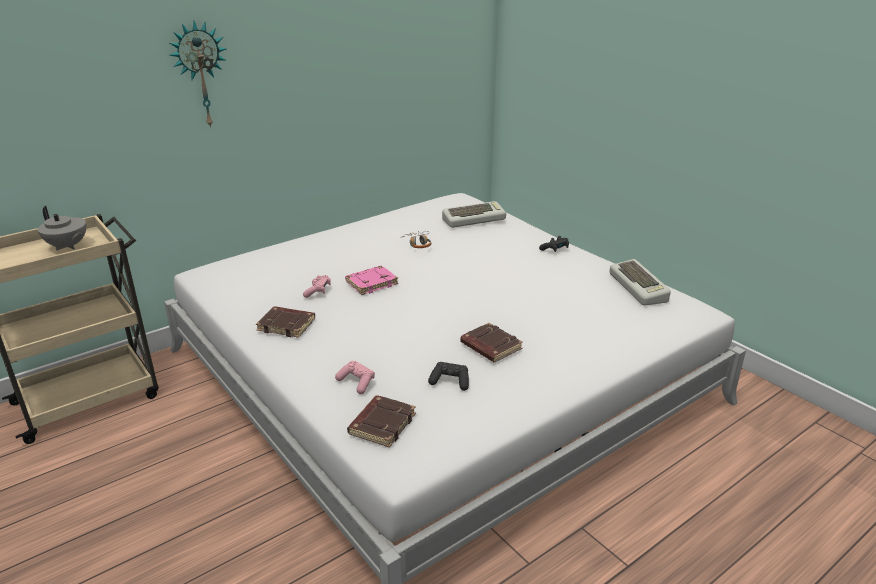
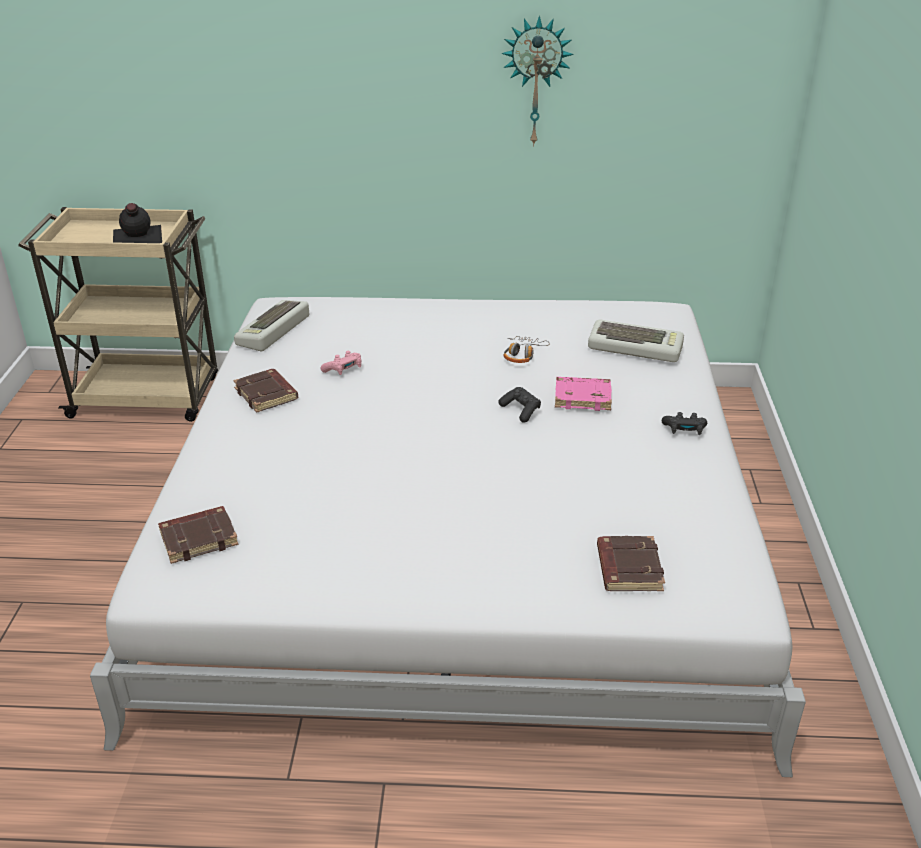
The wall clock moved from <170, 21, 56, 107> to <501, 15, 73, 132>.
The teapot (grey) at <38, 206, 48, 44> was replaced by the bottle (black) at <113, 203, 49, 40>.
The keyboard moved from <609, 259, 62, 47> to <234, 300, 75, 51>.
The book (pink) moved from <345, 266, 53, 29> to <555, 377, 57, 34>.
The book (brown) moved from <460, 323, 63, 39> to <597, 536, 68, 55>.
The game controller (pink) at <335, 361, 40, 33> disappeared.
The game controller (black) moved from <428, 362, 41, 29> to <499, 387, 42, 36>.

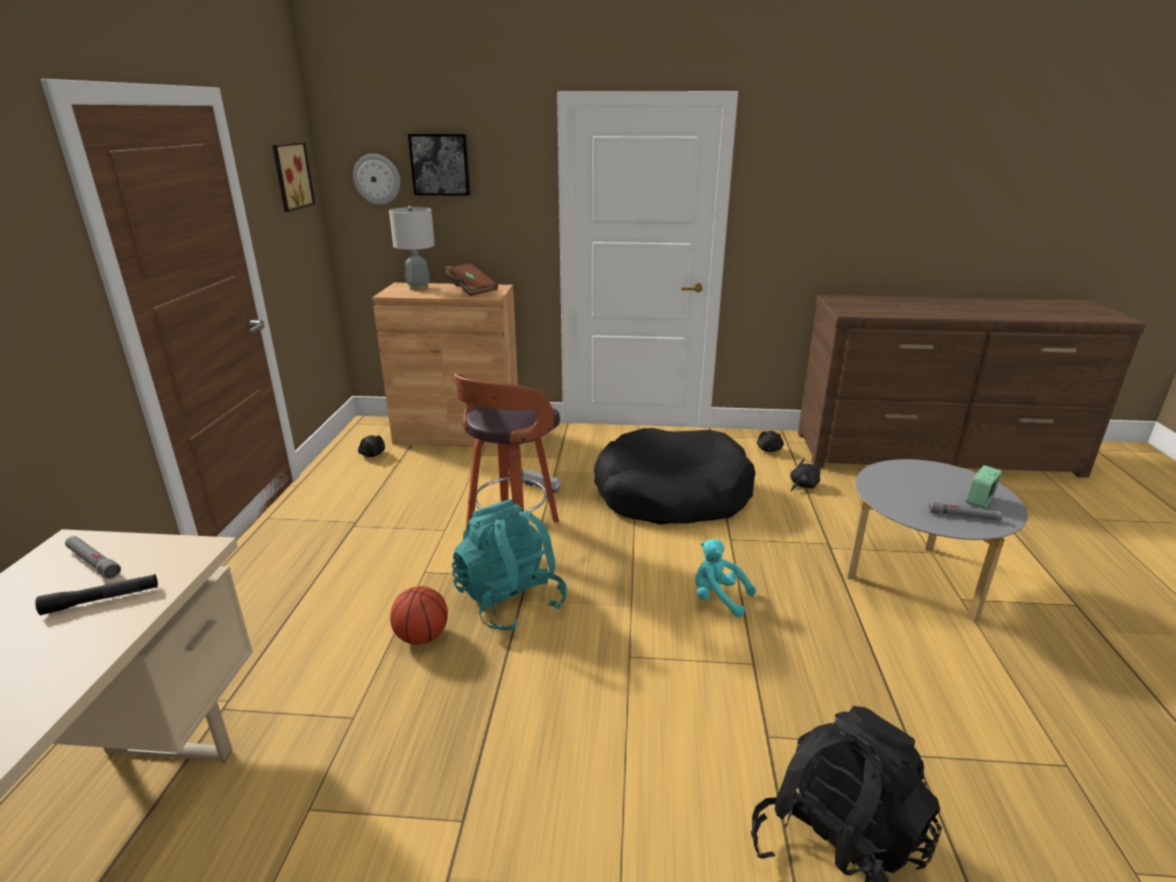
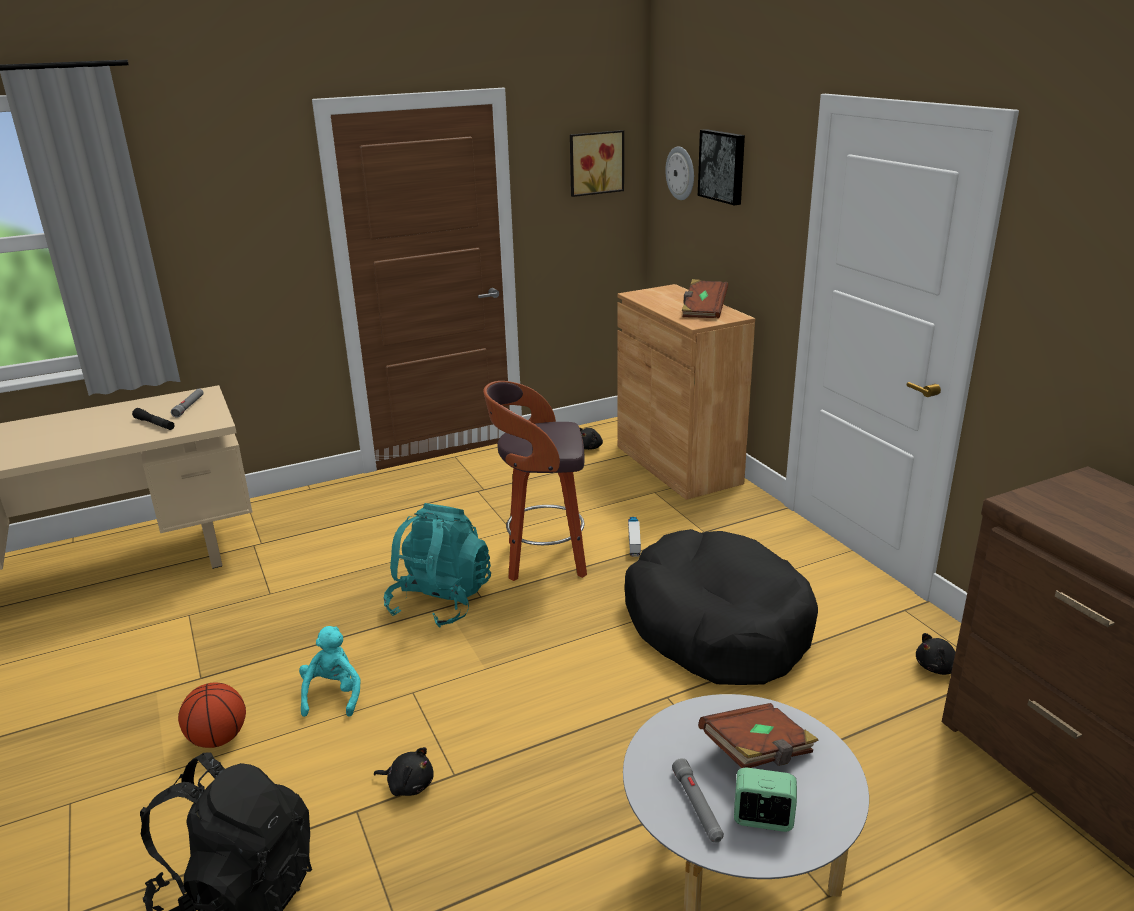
The table lamp (grey) at <389, 206, 46, 85> disappeared.
The plush toy (black) moved from <790, 459, 30, 33> to <374, 747, 60, 49>.
The plush toy (turquoise) moved from <695, 539, 61, 78> to <299, 626, 62, 91>.
The basketball moved from <390, 586, 58, 59> to <178, 683, 68, 65>.
The book (brown) at <698, 703, 121, 65> appeared.

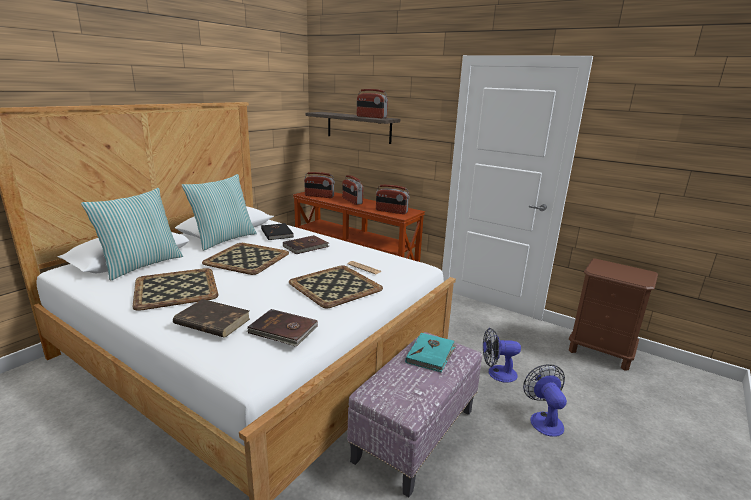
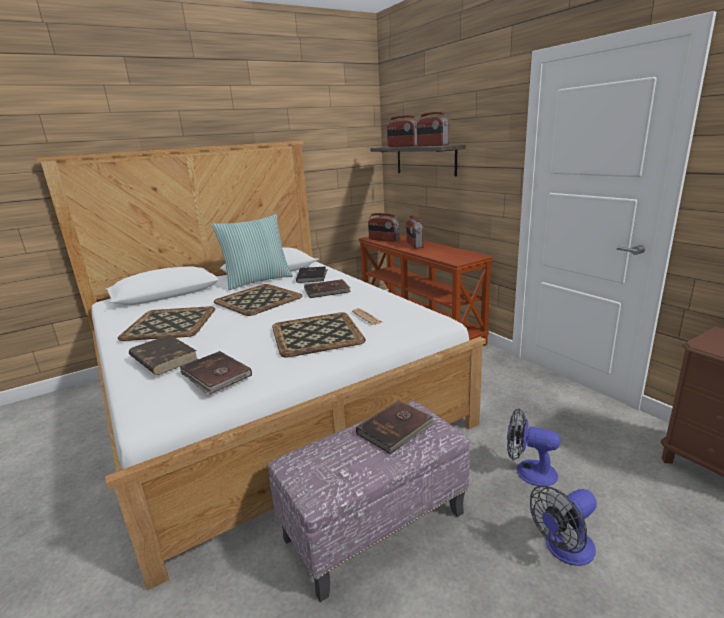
The radio moved from <376, 185, 34, 29> to <387, 115, 31, 32>.
The pillow at <81, 188, 102, 93> disappeared.
The book (turquoise) at <405, 333, 52, 39> became the book (brown) at <356, 400, 80, 54>.
The fan at <523, 364, 44, 73> turned 135 degrees counterclockwise.

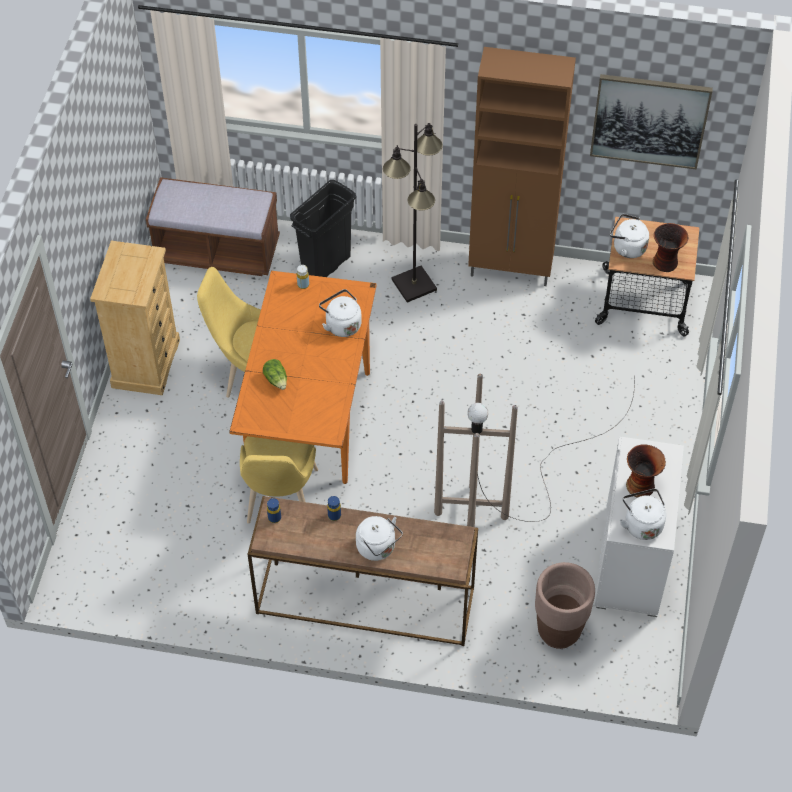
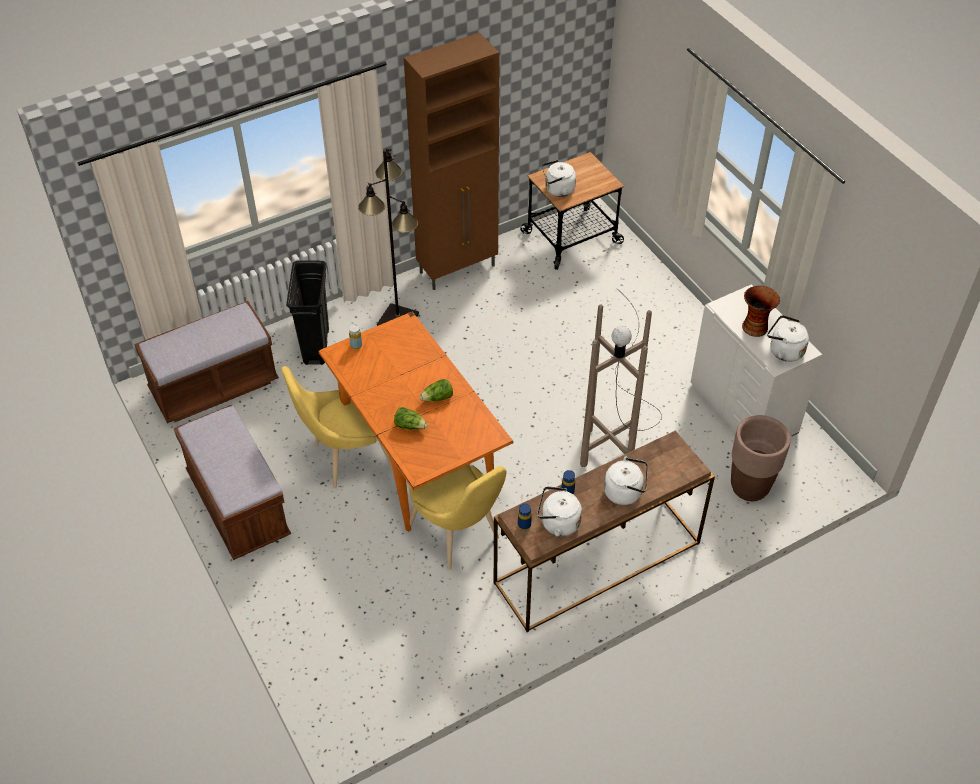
The picture at <590, 74, 123, 95> disappeared.
The vase at <653, 223, 35, 49> disappeared.
The dresser (beige) at <90, 241, 90, 154> was replaced by the bench (brown) at <174, 405, 117, 155>.
The kettle (white) moved from <319, 289, 43, 48> to <537, 487, 45, 49>.
The lettuce at <420, 379, 33, 22> appeared.

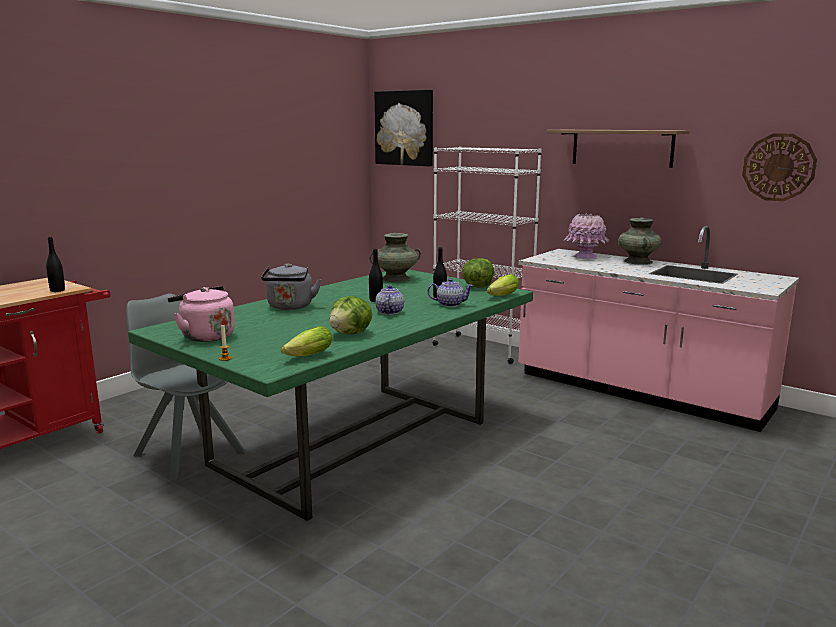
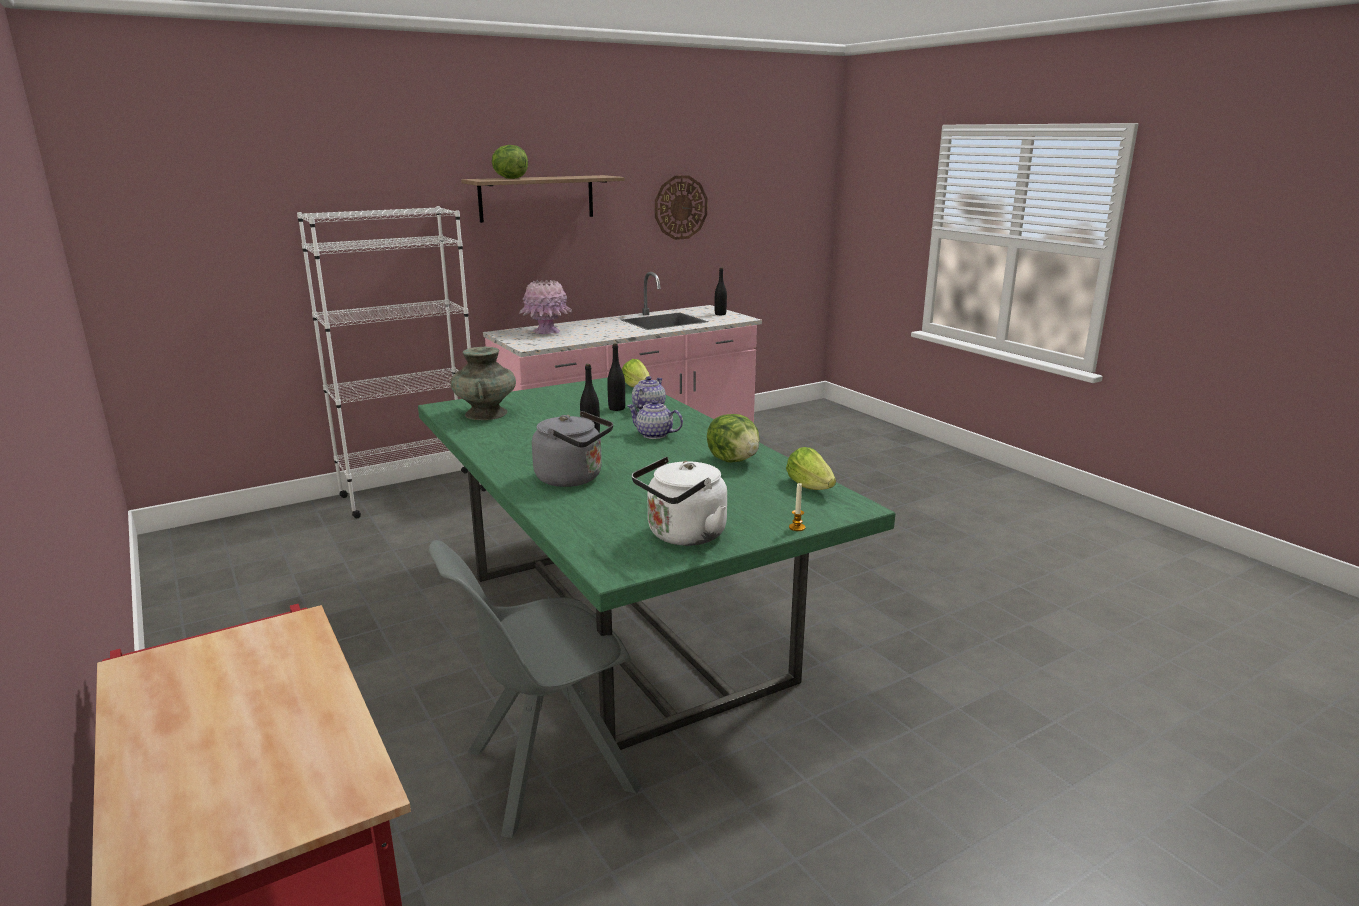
The picture at <374, 90, 59, 76> disappeared.
The vase (turquoise) at <618, 218, 44, 47> disappeared.
The bottle (black) moved from <46, 236, 19, 56> to <715, 267, 12, 48>.
The lettuce moved from <462, 258, 32, 30> to <492, 145, 36, 34>.
The kettle (pink) at <168, 286, 67, 56> became the kettle (white) at <632, 457, 95, 89>.

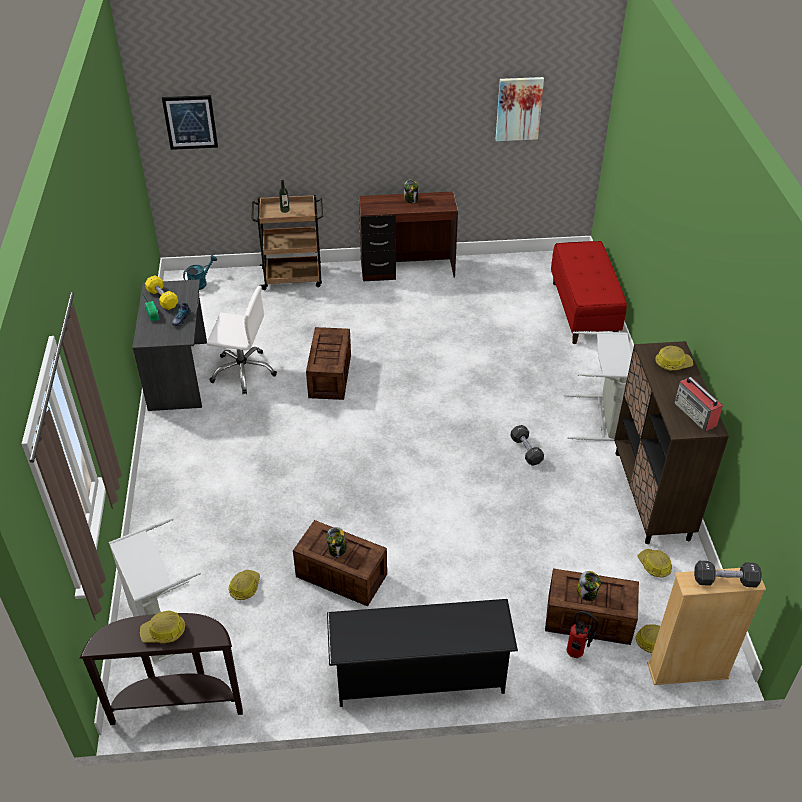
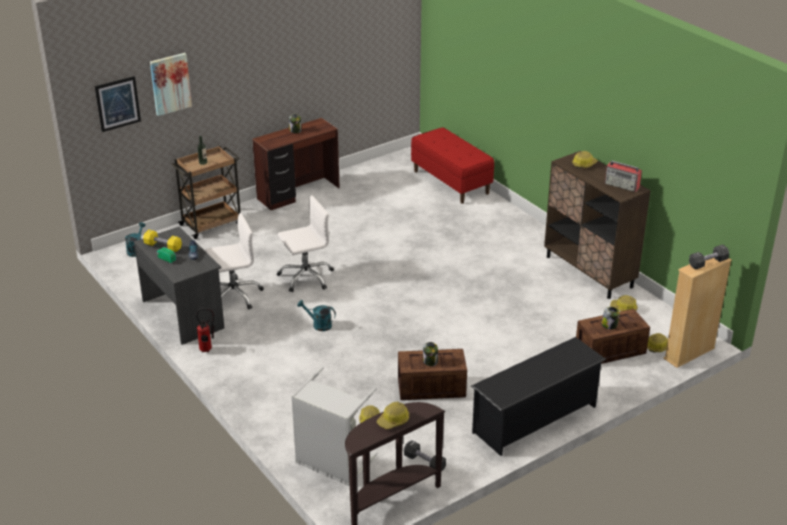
The picture moved from <496, 77, 48, 64> to <150, 53, 42, 63>.
The crate at <306, 327, 45, 73> was replaced by the office chair (white) at <277, 195, 57, 97>.
The laundry basket (grey) at <563, 331, 68, 110> disappeared.
The dumbbell (black) moved from <510, 425, 34, 41> to <404, 440, 42, 32>.
The fire extinguisher moved from <567, 611, 32, 47> to <196, 308, 19, 44>.
The watering can (turquoise) at <297, 300, 39, 31> appeared.

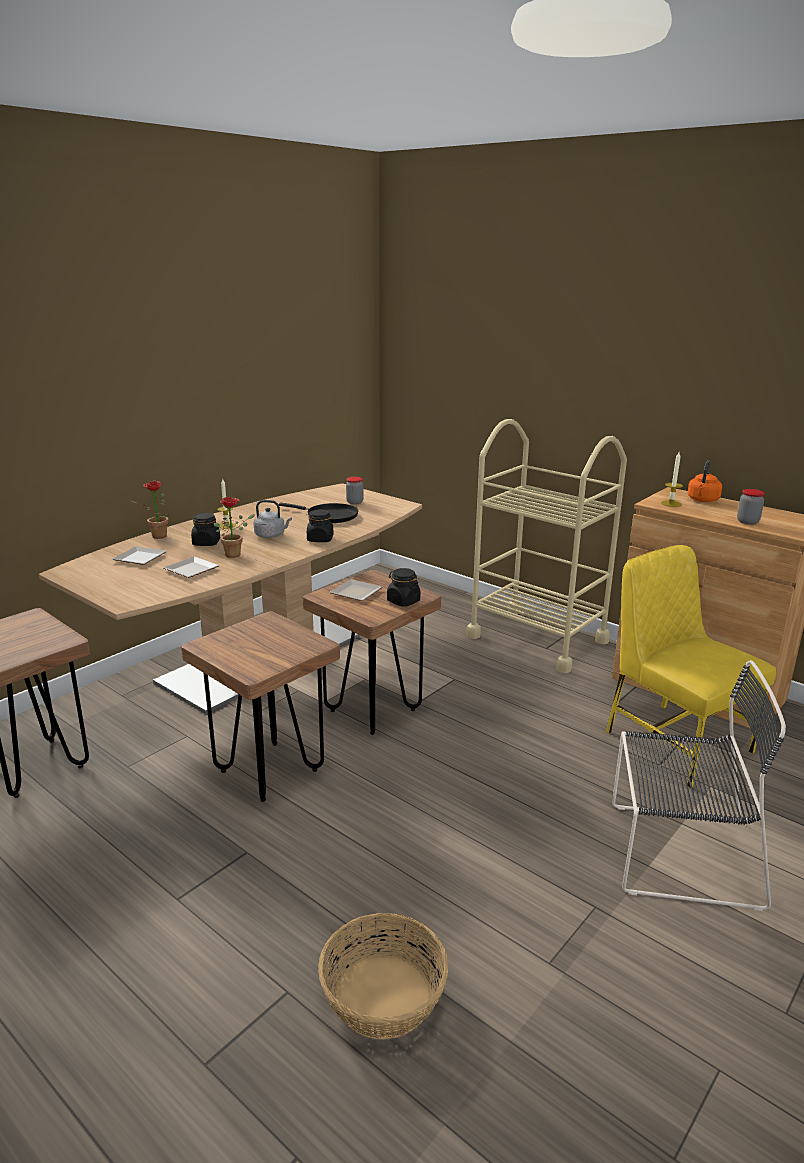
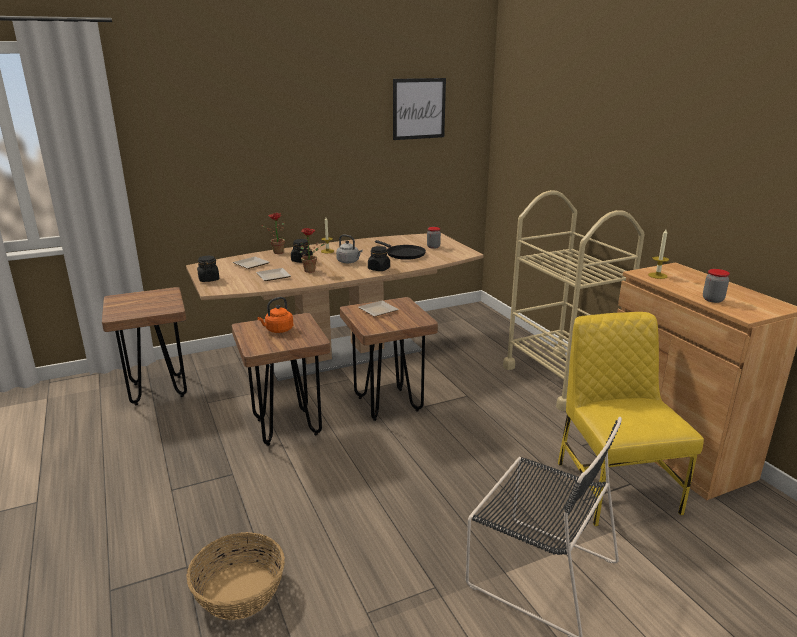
The kettle (orange) moved from <688, 460, 34, 42> to <257, 297, 36, 36>.
The jar (black) moved from <387, 568, 33, 39> to <197, 256, 22, 26>.
The picture at <393, 78, 53, 62> appeared.

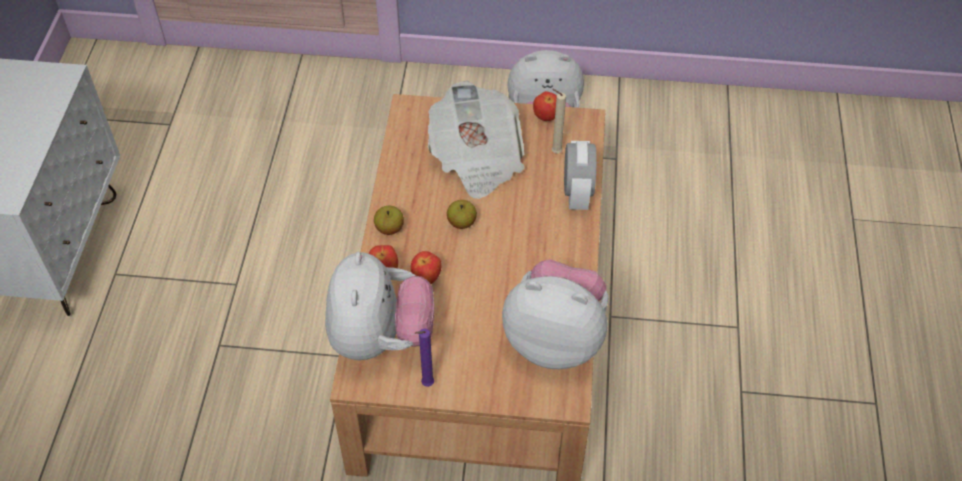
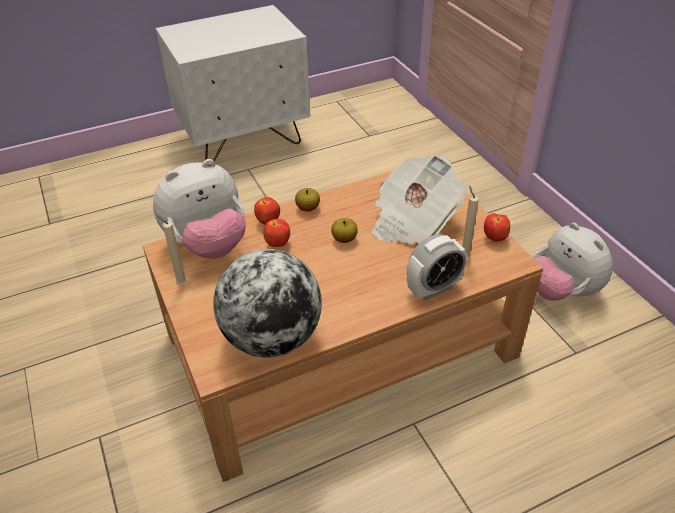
The plush toy at <502, 259, 107, 110> was replaced by the globe at <213, 249, 109, 109>.
The candle (purple) at <415, 328, 19, 59> became the candle (beige) at <157, 215, 30, 71>.

